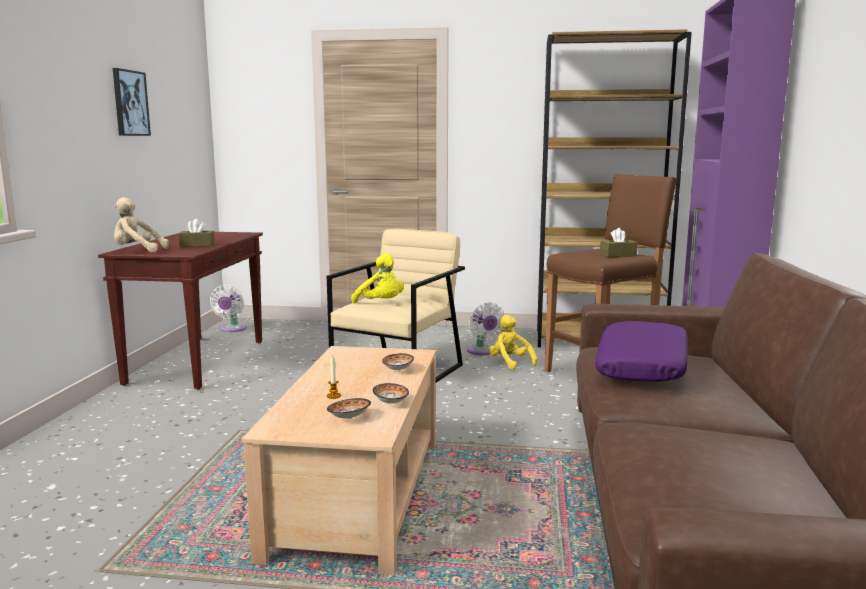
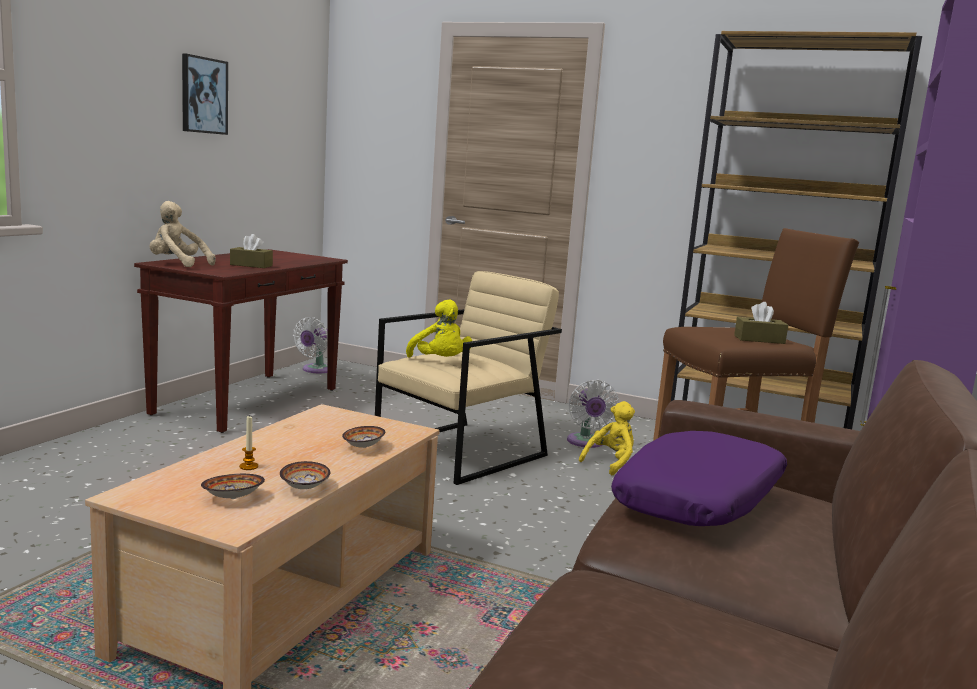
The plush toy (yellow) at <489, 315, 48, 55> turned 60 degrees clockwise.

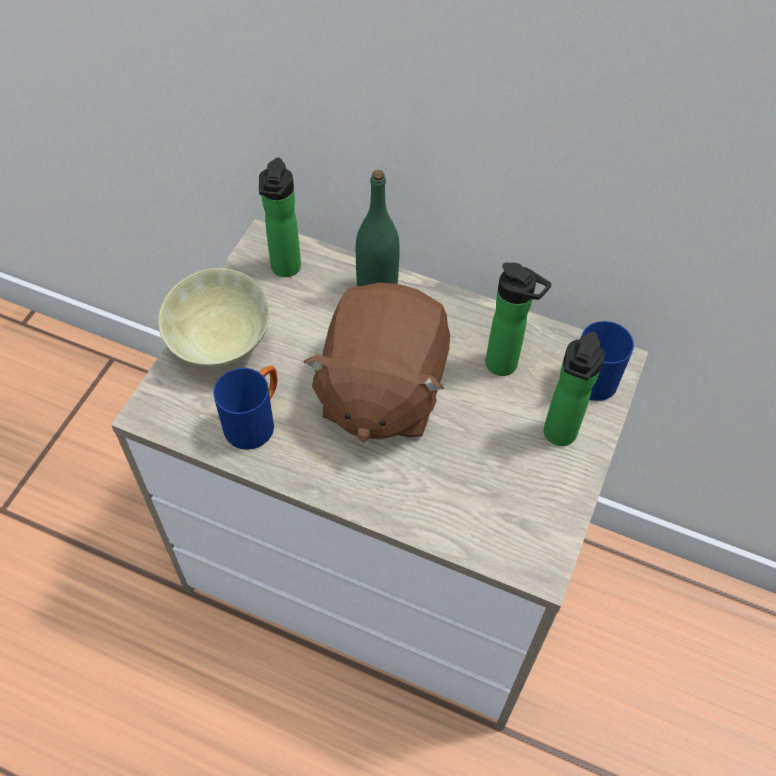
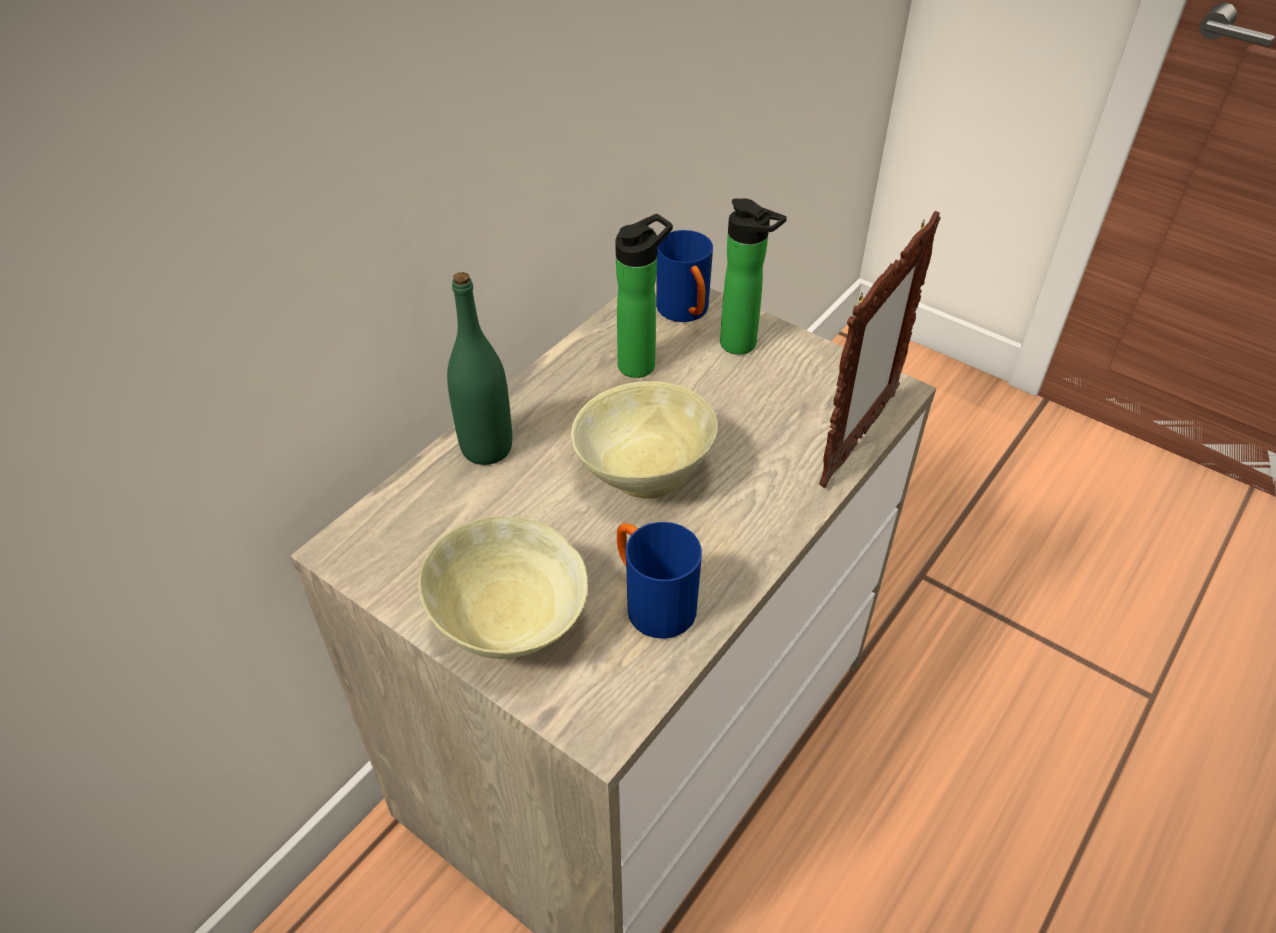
The bottle at <259, 158, 42, 119> disappeared.
The plush toy (brown) at <304, 282, 146, 160> was replaced by the bowl (beige) at <571, 381, 147, 118>.
The picture frame at <819, 211, 122, 277> appeared.

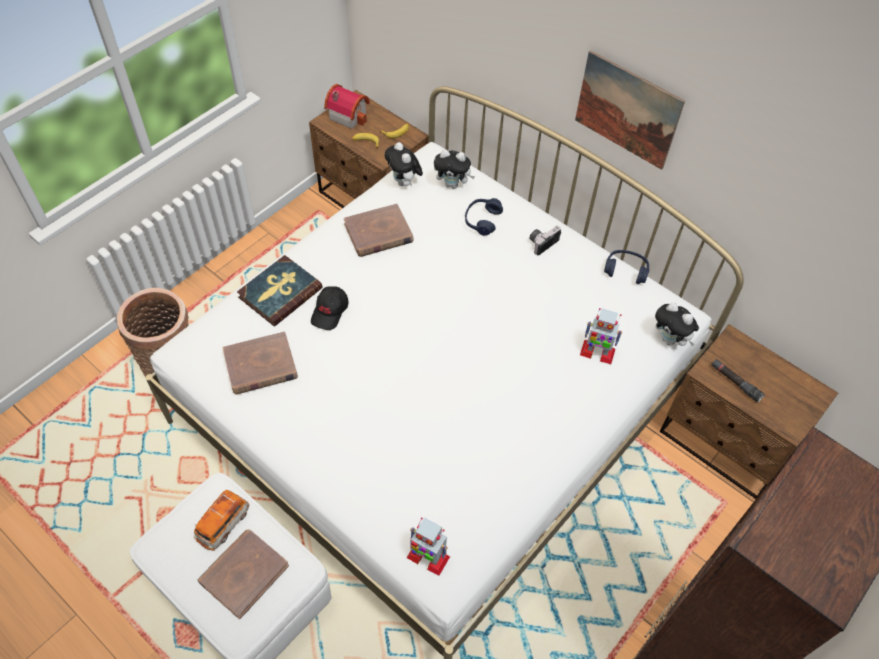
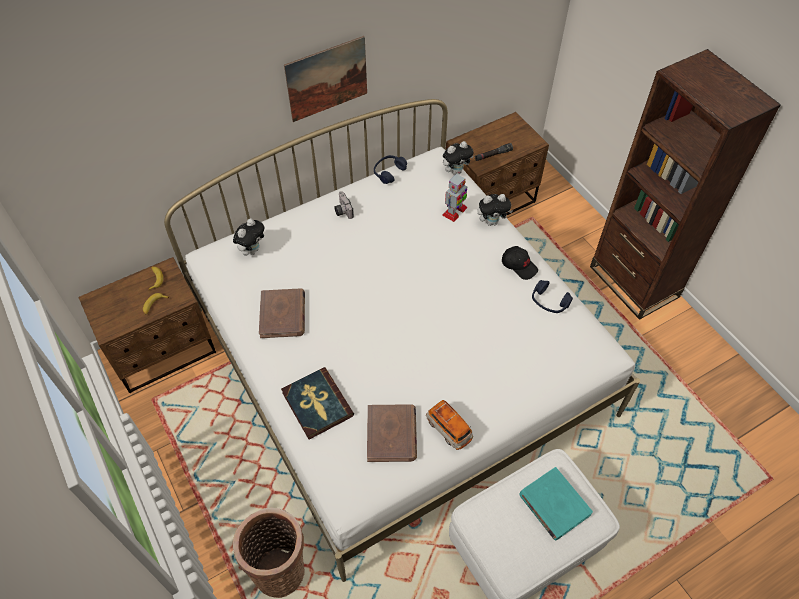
The toy house at <324, 84, 46, 45> disappeared.
The plush toy moved from <385, 142, 38, 44> to <478, 194, 35, 32>.
The headphones (blue) moved from <465, 198, 38, 38> to <532, 280, 41, 33>.
The cap (black) moved from <311, 286, 37, 44> to <502, 246, 36, 34>.
The toy car moved from <194, 490, 56, 61> to <426, 400, 47, 50>.
The toy robot at <407, 517, 43, 59> disappeared.
The book (brown) at <198, 530, 91, 89> became the book (turquoise) at <519, 467, 74, 73>.

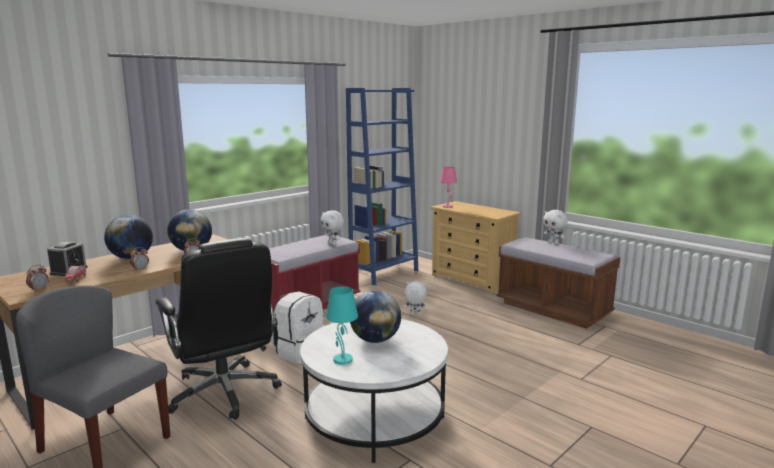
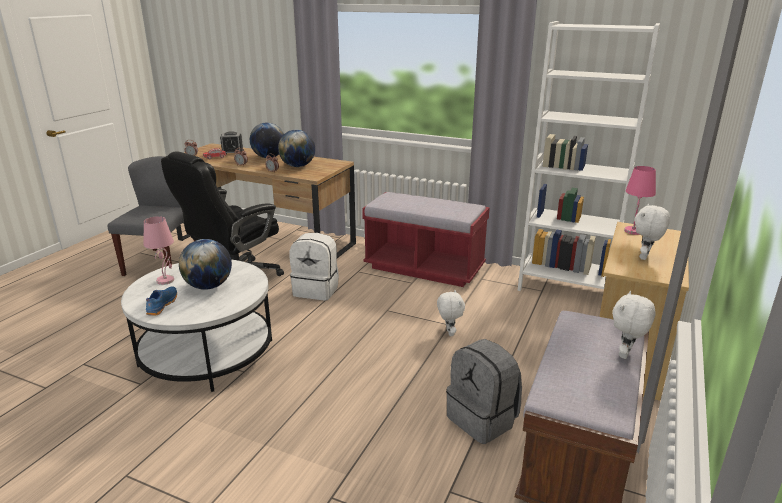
The bookcase (blue) at <346, 88, 72, 198> became the bookcase (white) at <517, 21, 143, 270>.
The plush toy (white) moved from <321, 210, 23, 35> to <634, 204, 36, 56>.
The table lamp (turquoise) at <326, 286, 32, 79> became the table lamp (pink) at <143, 216, 31, 69>.
The shoe (blue) at <146, 287, 31, 29> appeared.
The backpack (grey) at <446, 339, 76, 105> appeared.

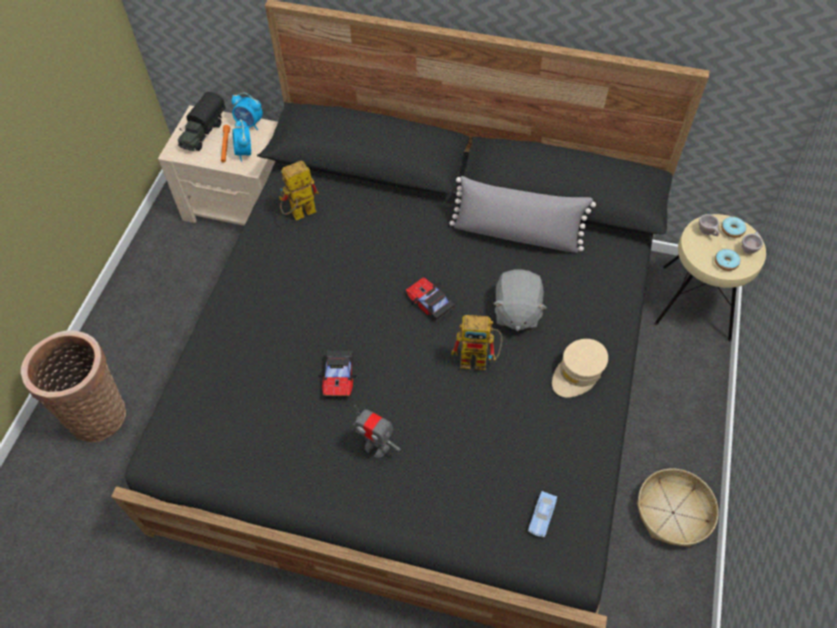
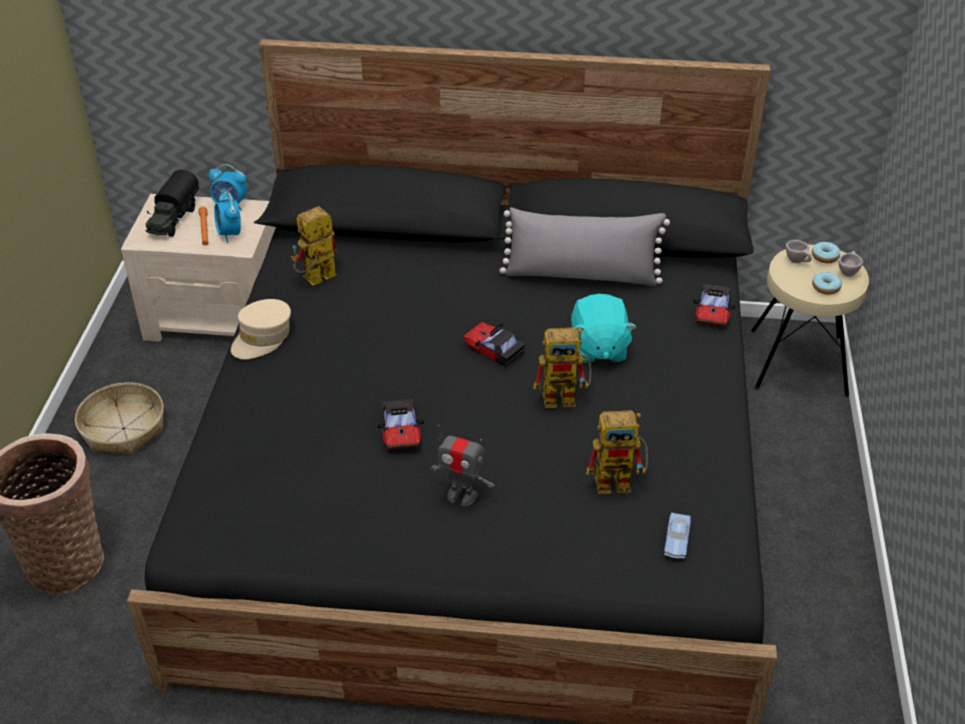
The plush toy (grey) at <493, 269, 54, 62> became the plush toy (turquoise) at <571, 294, 65, 69>.
The cap (beige) moved from <552, 339, 56, 59> to <231, 299, 60, 60>.
The basket moved from <637, 469, 82, 78> to <75, 382, 89, 73>.
The toy car at <694, 284, 41, 43> appeared.
The toy robot at <586, 410, 62, 84> appeared.

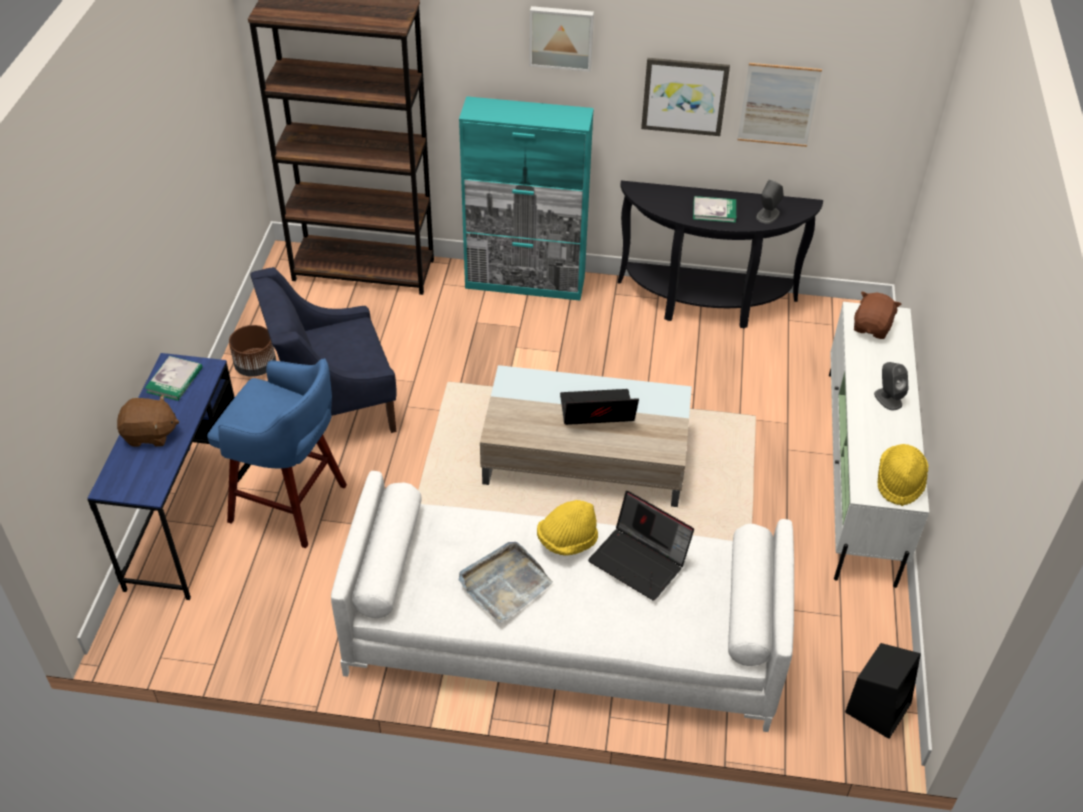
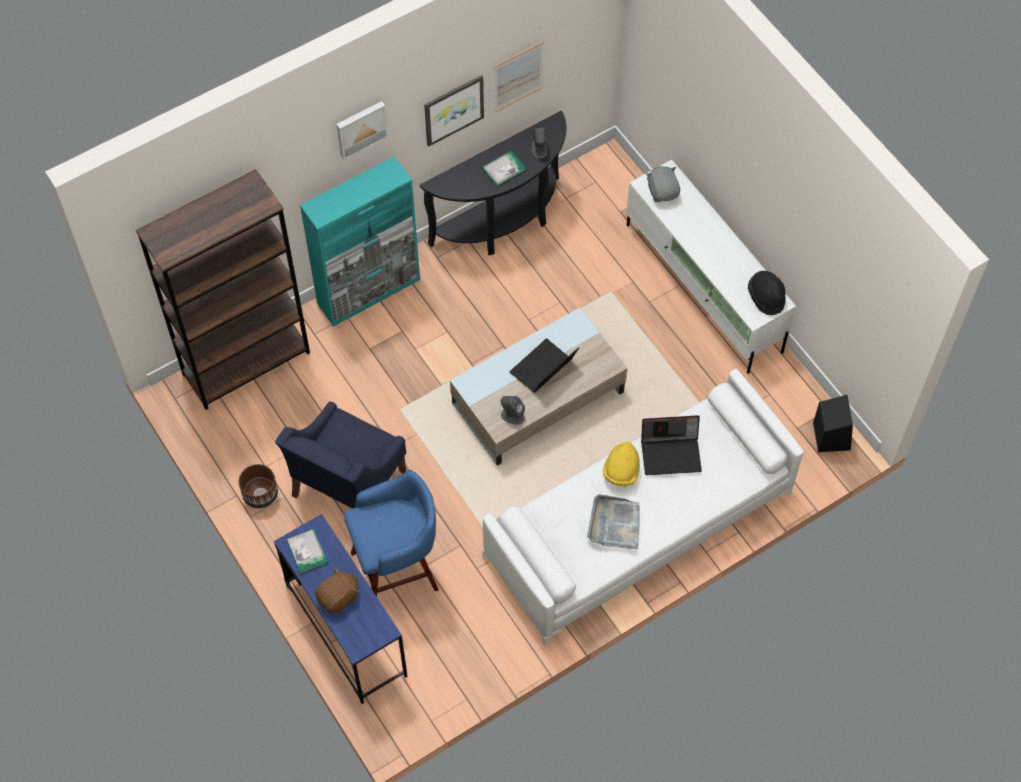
The plush toy (brown) at <854, 291, 47, 48> became the plush toy (grey) at <646, 166, 34, 36>.
The speaker (grey) moved from <874, 362, 35, 49> to <501, 396, 24, 29>.
The hat (yellow) at <878, 444, 50, 62> became the hat (black) at <748, 271, 38, 44>.

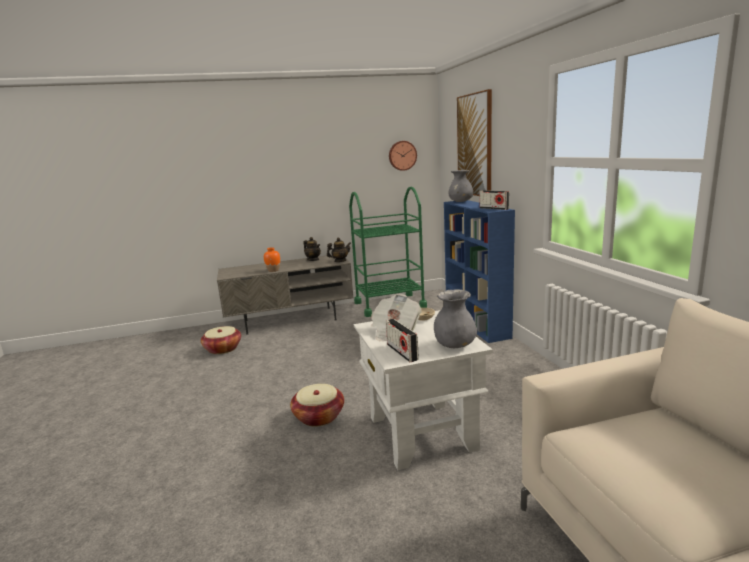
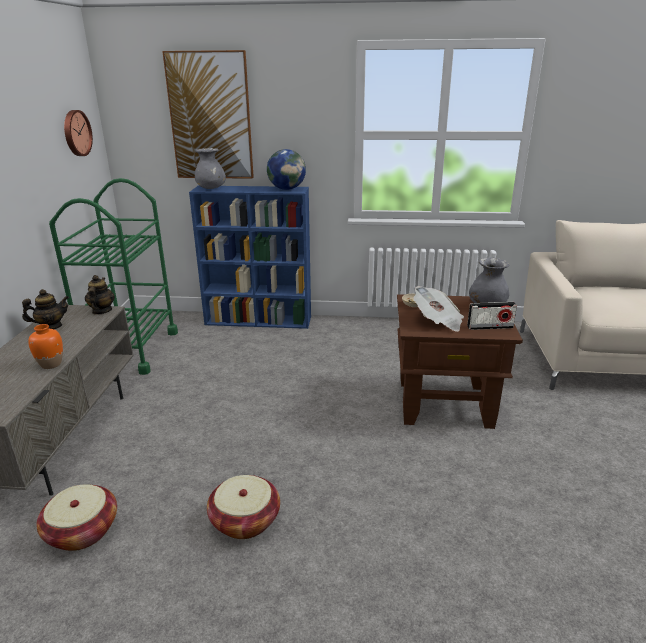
The radio at <480, 190, 29, 20> was replaced by the globe at <267, 149, 39, 41>.
The side table (white) at <354, 310, 139, 160> became the side table (brown) at <397, 294, 126, 135>.
The basket moved from <290, 384, 54, 42> to <207, 475, 73, 64>.

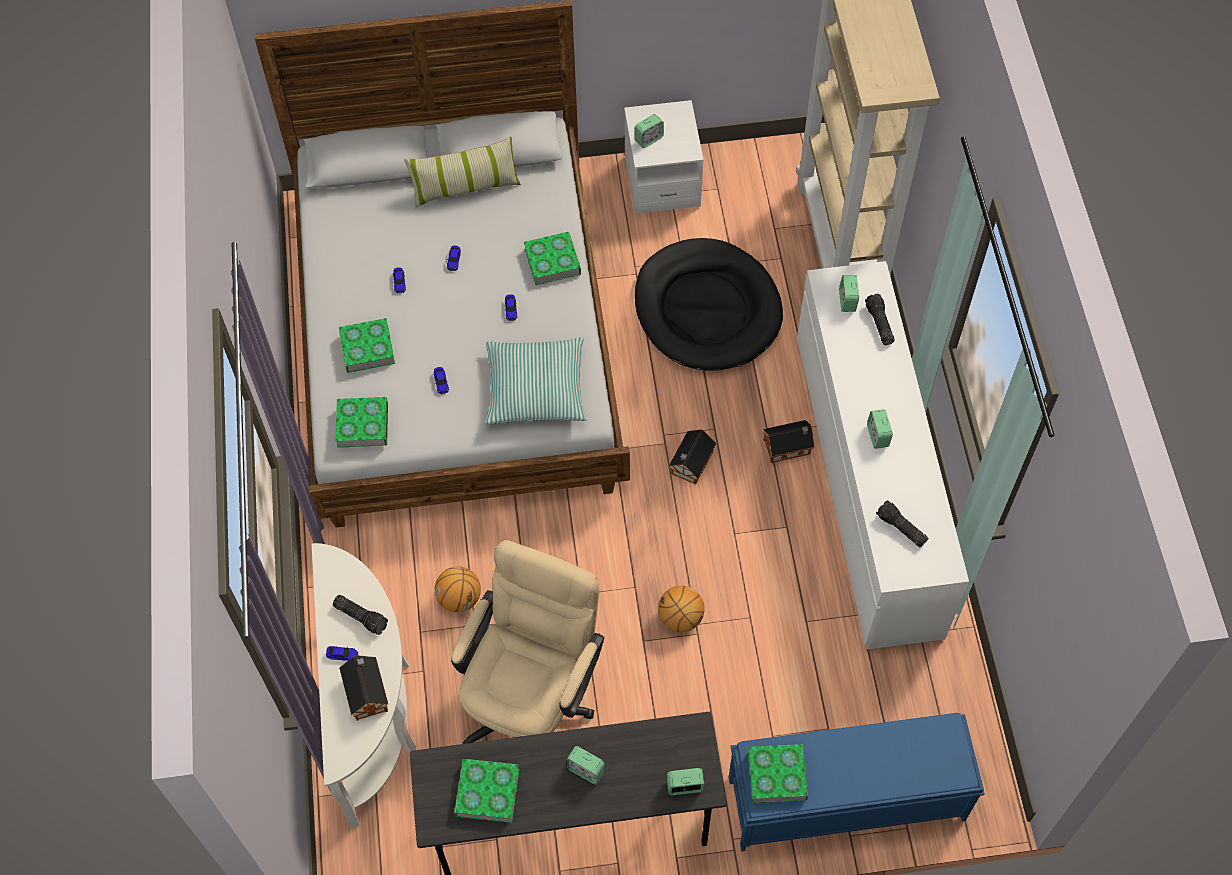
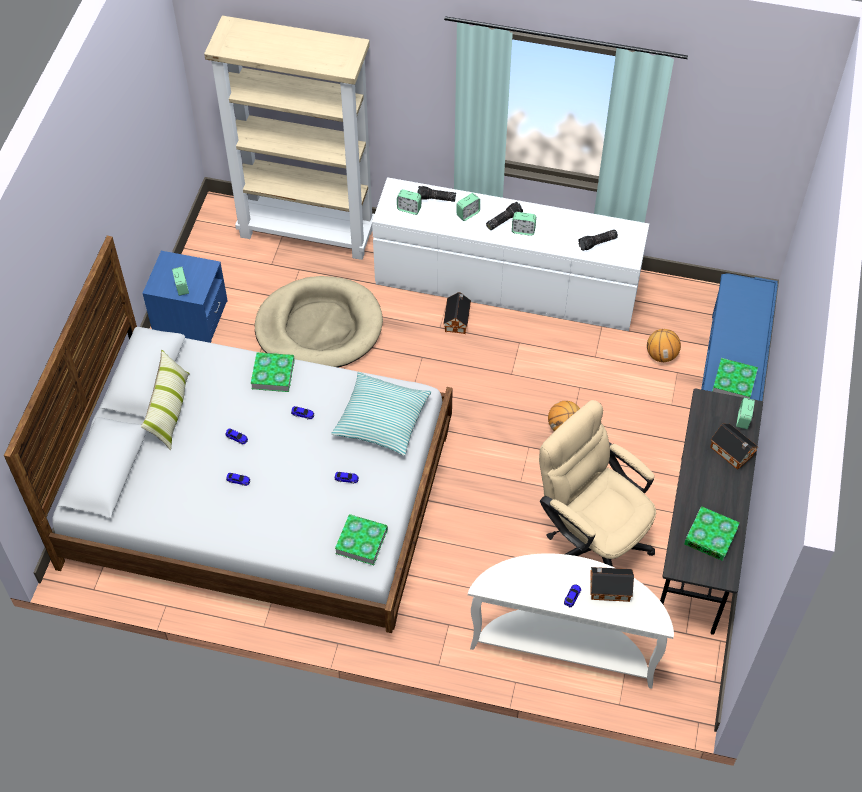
The nightstand (white) at <624, 100, 80, 114> became the nightstand (blue) at <142, 251, 86, 92>.
The dog bed (black) at <635, 238, 148, 133> became the dog bed (beige) at <255, 276, 128, 91>.
The book at <339, 318, 56, 55> disappeared.
The toy house moved from <669, 430, 47, 54> to <710, 423, 48, 47>.
The basketball moved from <435, 566, 46, 47> to <647, 329, 34, 33>.
The flashlight moved from <333, 595, 55, 40> to <486, 202, 37, 28>.
The alarm clock moved from <567, 746, 38, 38> to <456, 193, 24, 28>.

